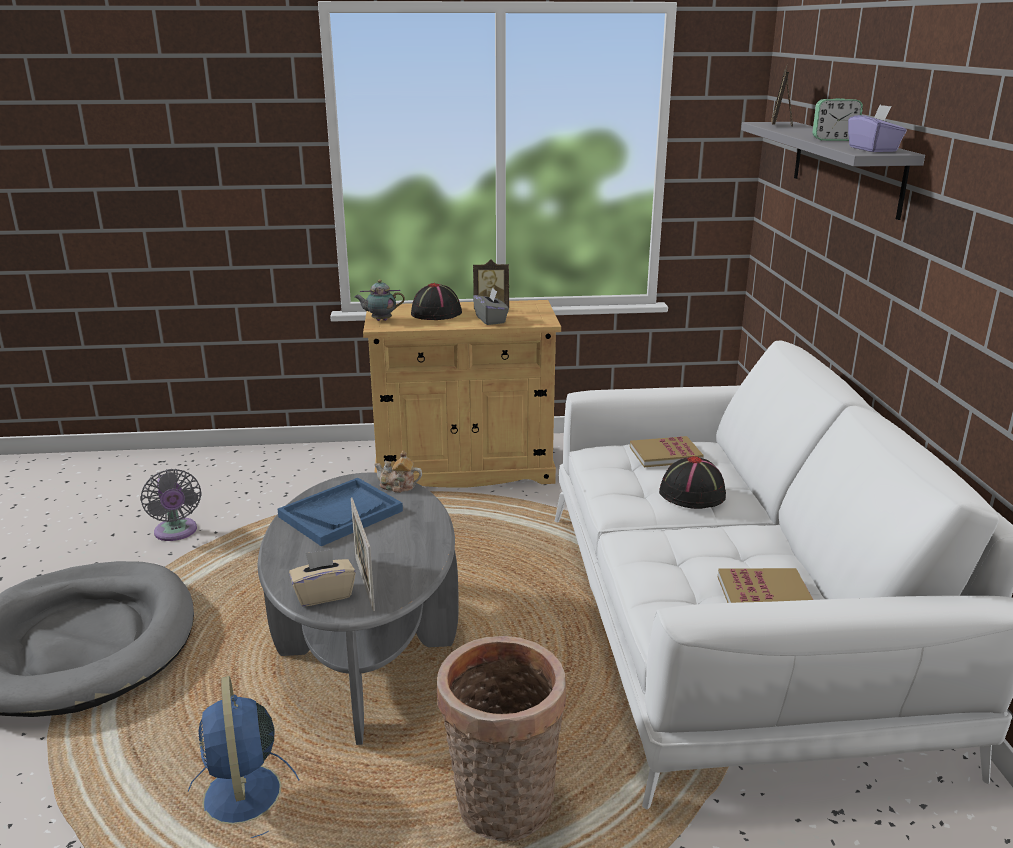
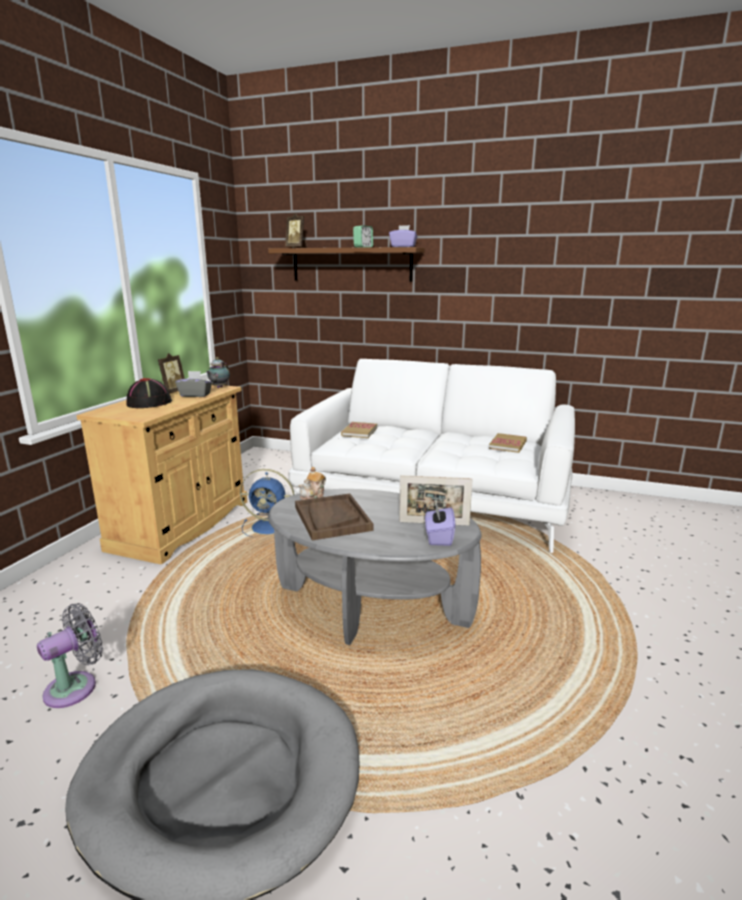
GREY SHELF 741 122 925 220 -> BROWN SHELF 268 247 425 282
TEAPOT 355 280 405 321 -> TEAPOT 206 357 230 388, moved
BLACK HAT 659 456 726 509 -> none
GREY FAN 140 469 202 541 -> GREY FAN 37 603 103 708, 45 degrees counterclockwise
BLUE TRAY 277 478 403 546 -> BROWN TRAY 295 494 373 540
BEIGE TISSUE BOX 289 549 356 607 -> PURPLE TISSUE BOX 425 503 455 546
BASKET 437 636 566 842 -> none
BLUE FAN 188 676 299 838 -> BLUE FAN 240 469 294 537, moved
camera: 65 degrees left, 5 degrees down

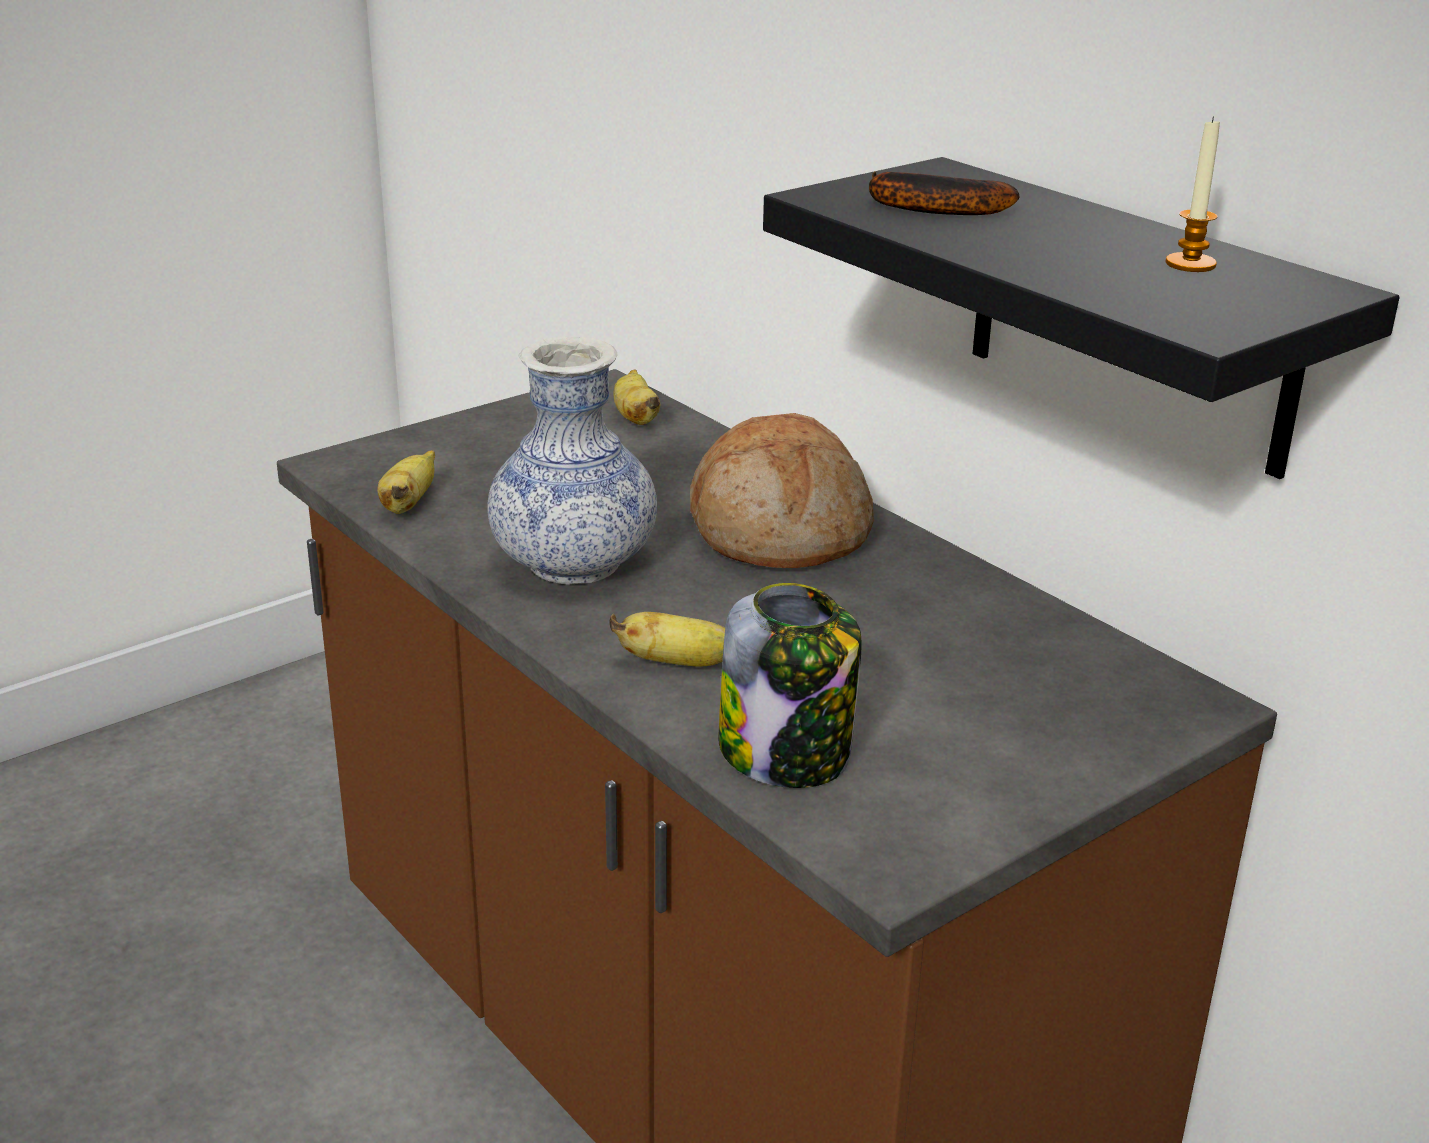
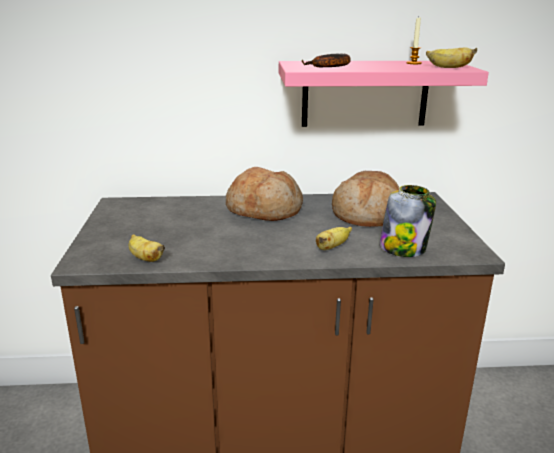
BLACK SHELF 763 157 1400 479 -> PINK SHELF 279 61 489 127
VASE 487 336 657 585 -> none
BANANA 613 369 660 425 -> BANANA 426 47 477 68, moved
none -> BREAD 332 171 400 227
camera: 55 degrees left, 5 degrees down

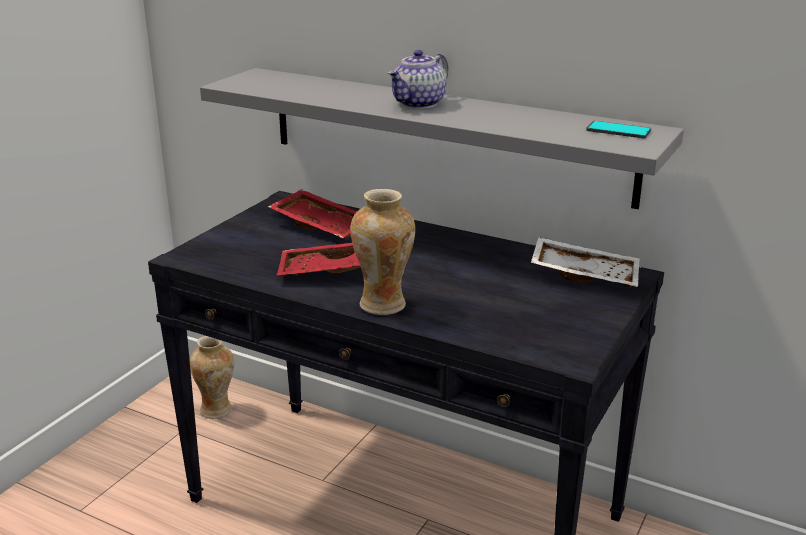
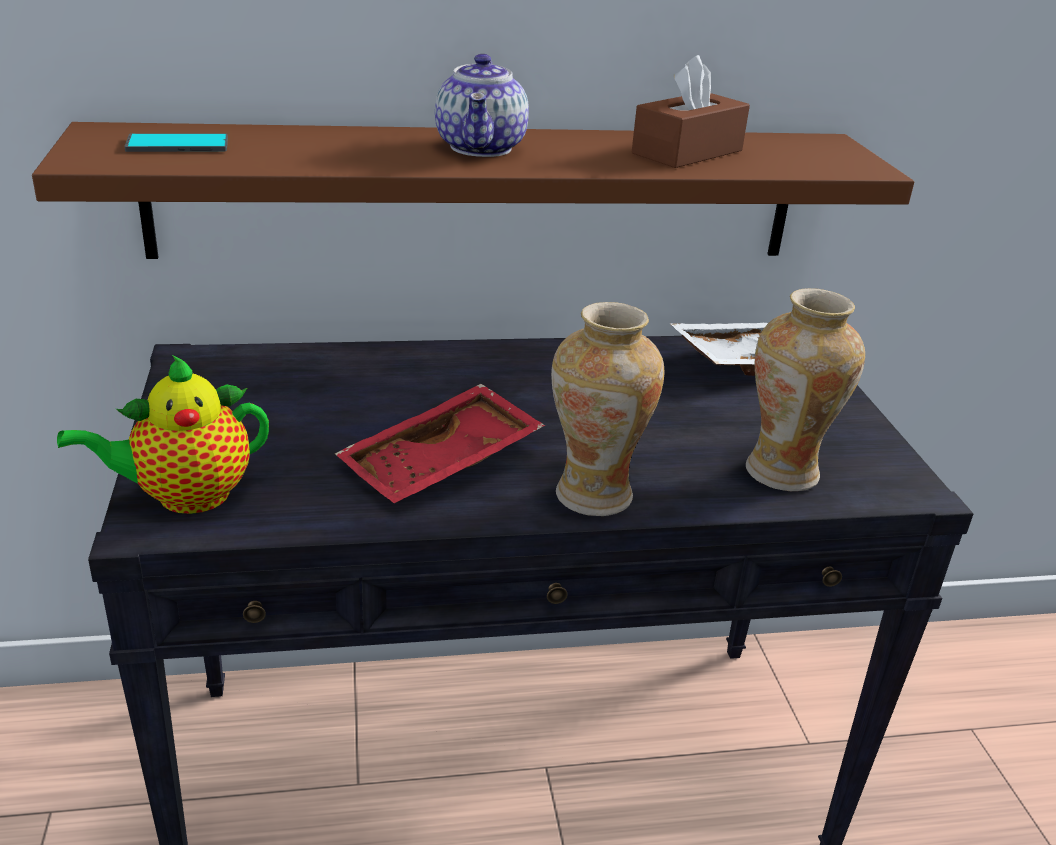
GREY SHELF 200 68 684 209 -> BROWN SHELF 32 122 914 259
PHONE 586 121 651 139 -> PHONE 124 133 228 152, moved
RED TRAY 268 189 357 239 -> none
VASE 190 336 234 419 -> VASE 746 288 865 491, moved
none -> BROWN TISSUE BOX 632 55 750 168
none -> TEAPOT 57 355 269 514
camera: 40 degrees left, 5 degrees up

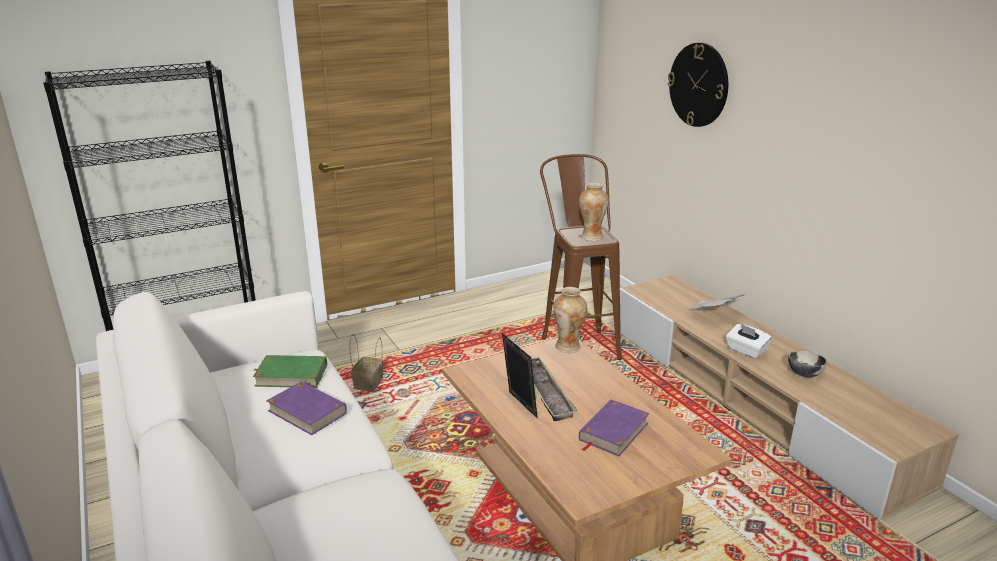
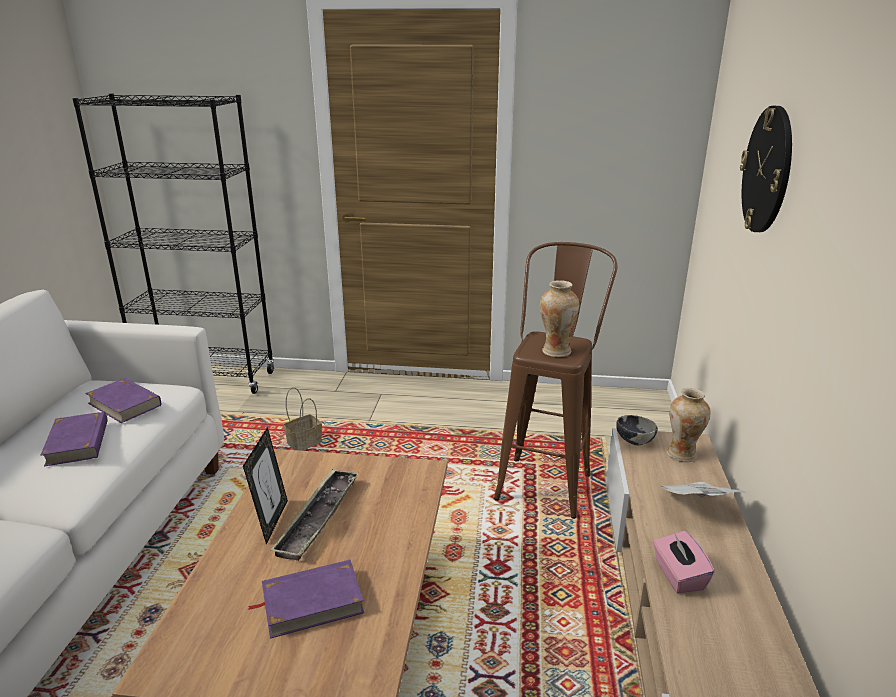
VASE 553 287 587 353 -> VASE 667 388 711 462, moved
WHITE TISSUE BOX 726 324 771 359 -> PINK TISSUE BOX 653 531 714 594
BOWL 788 351 827 378 -> BOWL 616 415 658 445, moved
GREEN BOOK 253 355 327 388 -> PURPLE BOOK 85 378 161 423
camera: 35 degrees right, 0 degrees up

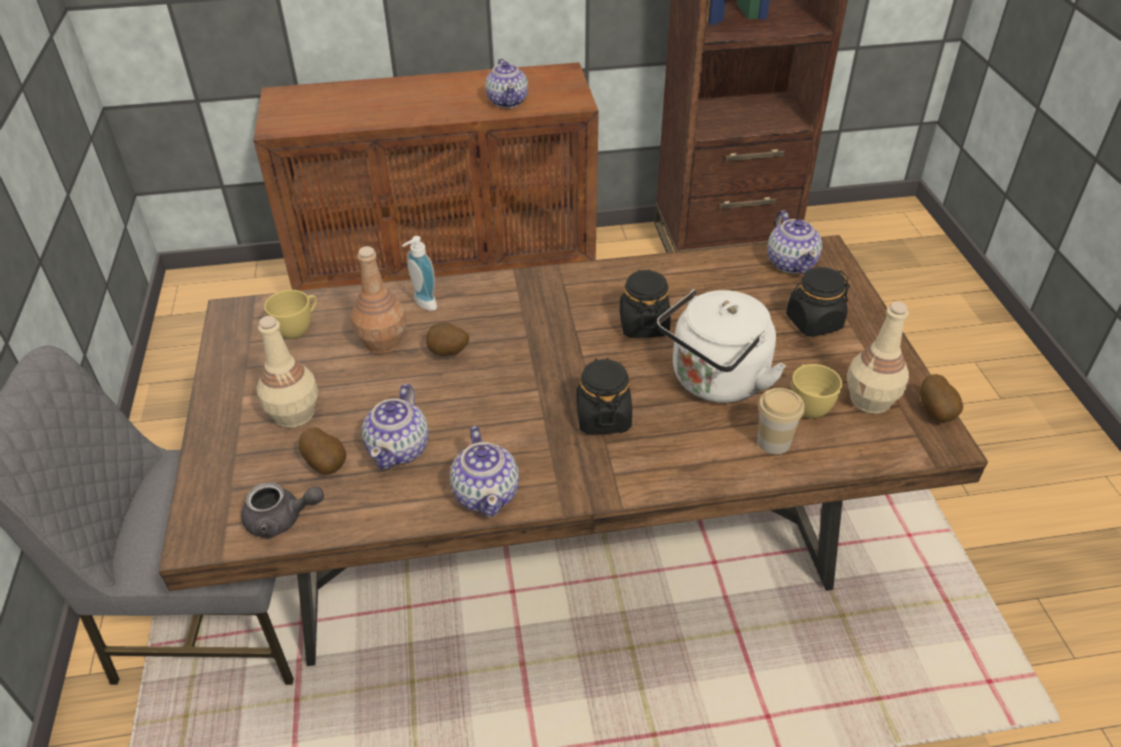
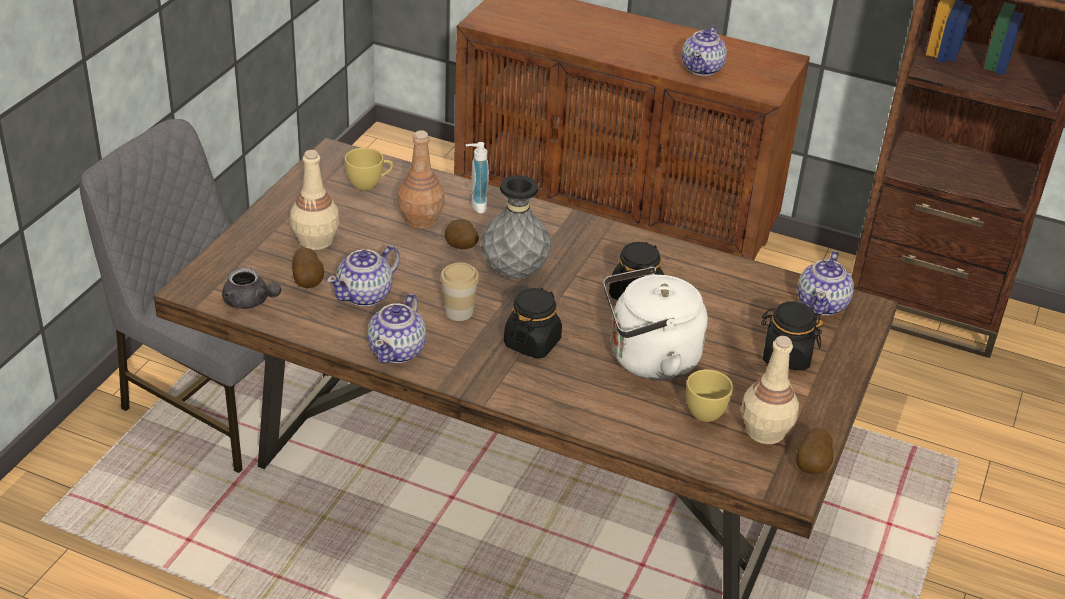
CUP 757 388 805 454 -> CUP 440 262 479 321, moved
none -> GREY VASE 481 175 551 279
camera: 30 degrees right, 5 degrees down

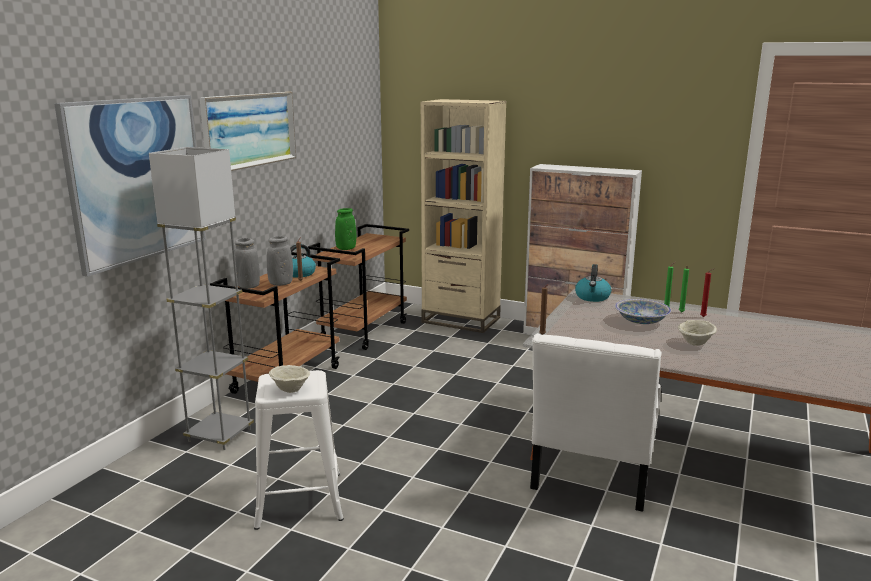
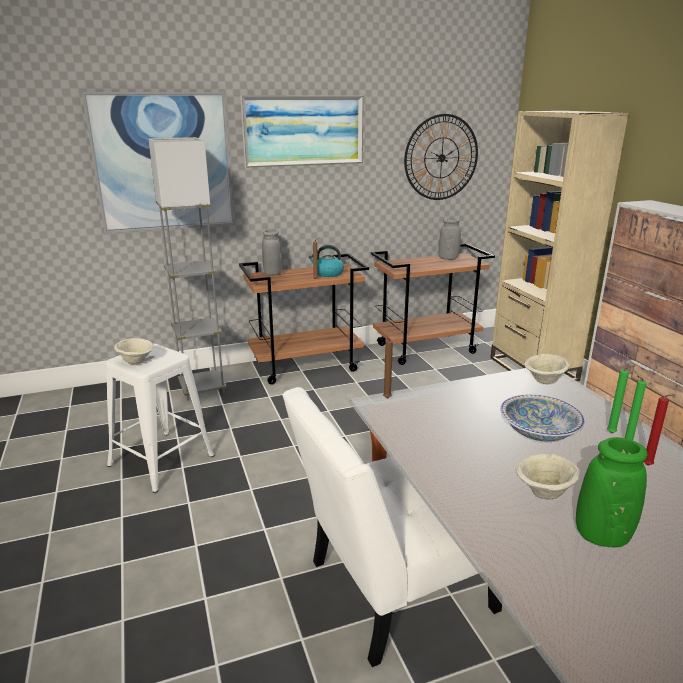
GREEN VASE 335 208 356 250 -> GREEN VASE 576 437 648 547, moved
GREY VASE 267 236 293 286 -> GREY VASE 438 218 461 260, moved
KETTLE 575 264 611 302 -> BEIGE BOWL 525 354 570 384
none -> WALL CLOCK 404 114 478 200
camera: 45 degrees right, 5 degrees up

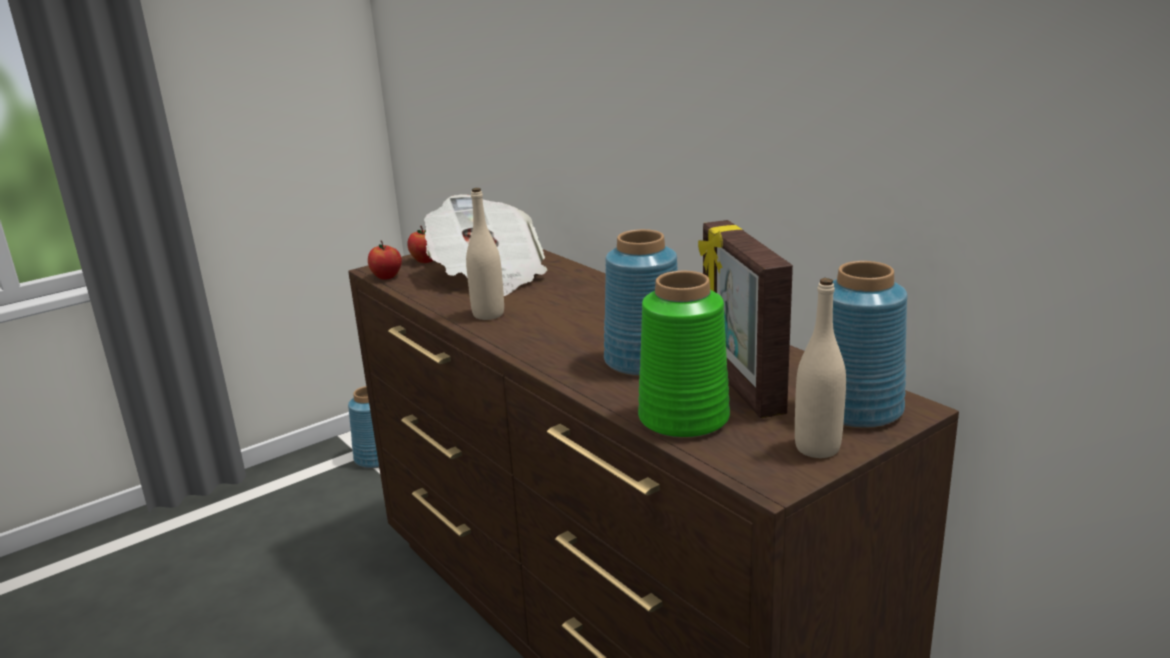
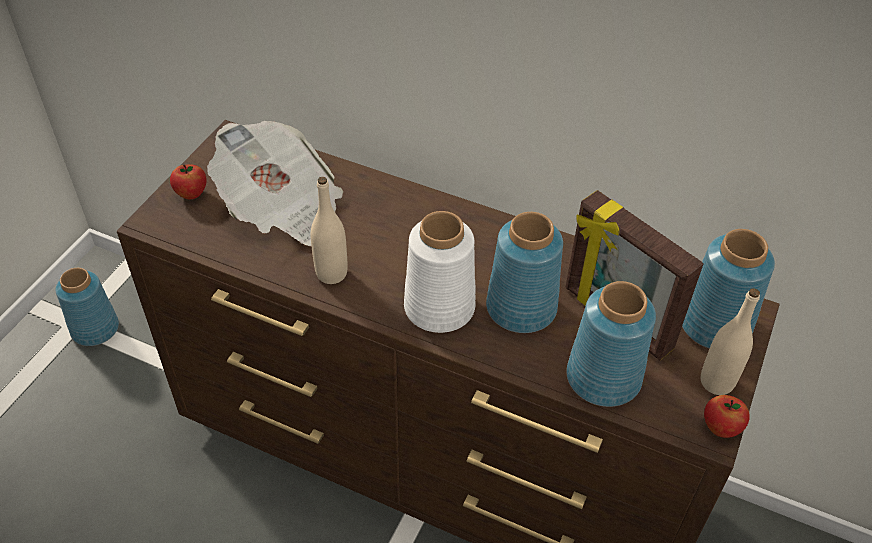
APPLE 368 240 402 280 -> APPLE 704 395 750 438, moved
GREEN VASE 638 271 730 438 -> BLUE VASE 566 281 656 407
none -> WHITE VASE 404 211 475 333
camera: 30 degrees left, 25 degrees up

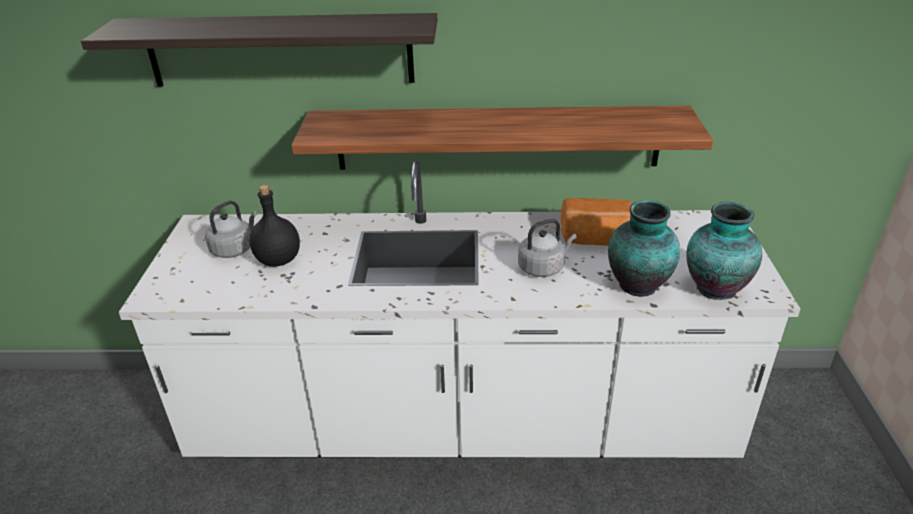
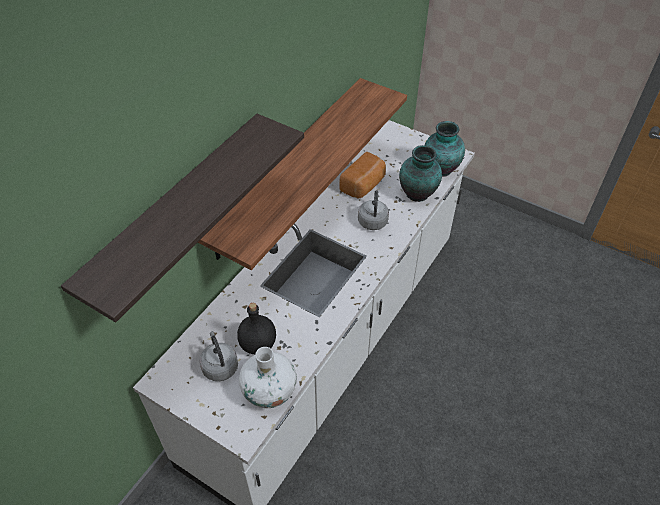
none -> WHITE VASE 239 347 297 408
camera: 60 degrees left, 15 degrees up

